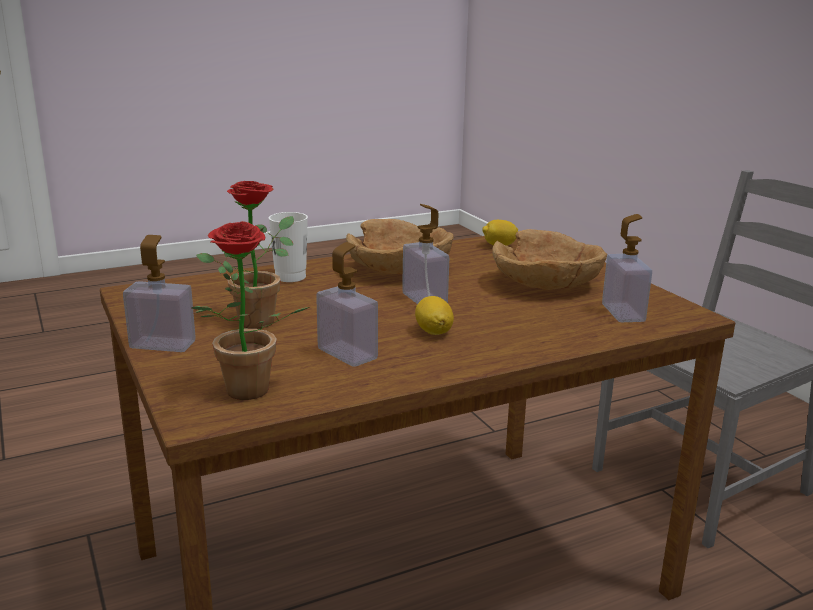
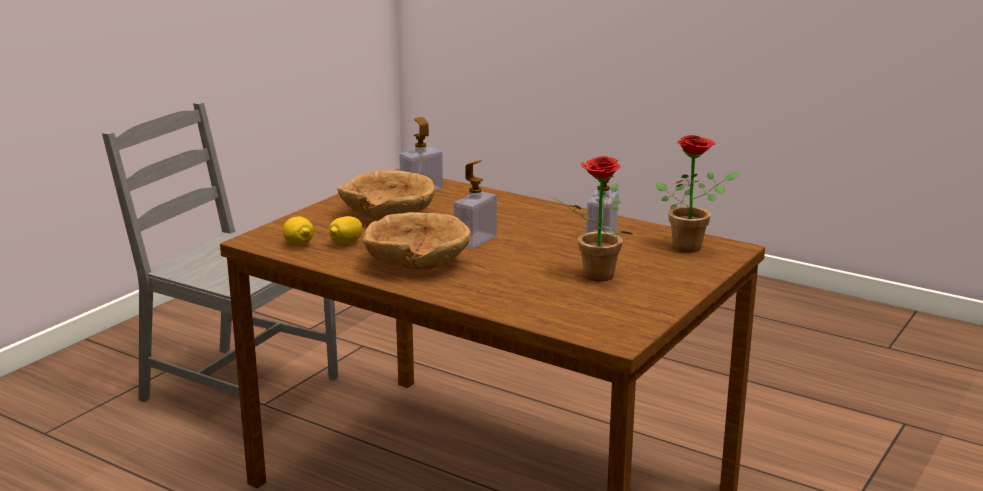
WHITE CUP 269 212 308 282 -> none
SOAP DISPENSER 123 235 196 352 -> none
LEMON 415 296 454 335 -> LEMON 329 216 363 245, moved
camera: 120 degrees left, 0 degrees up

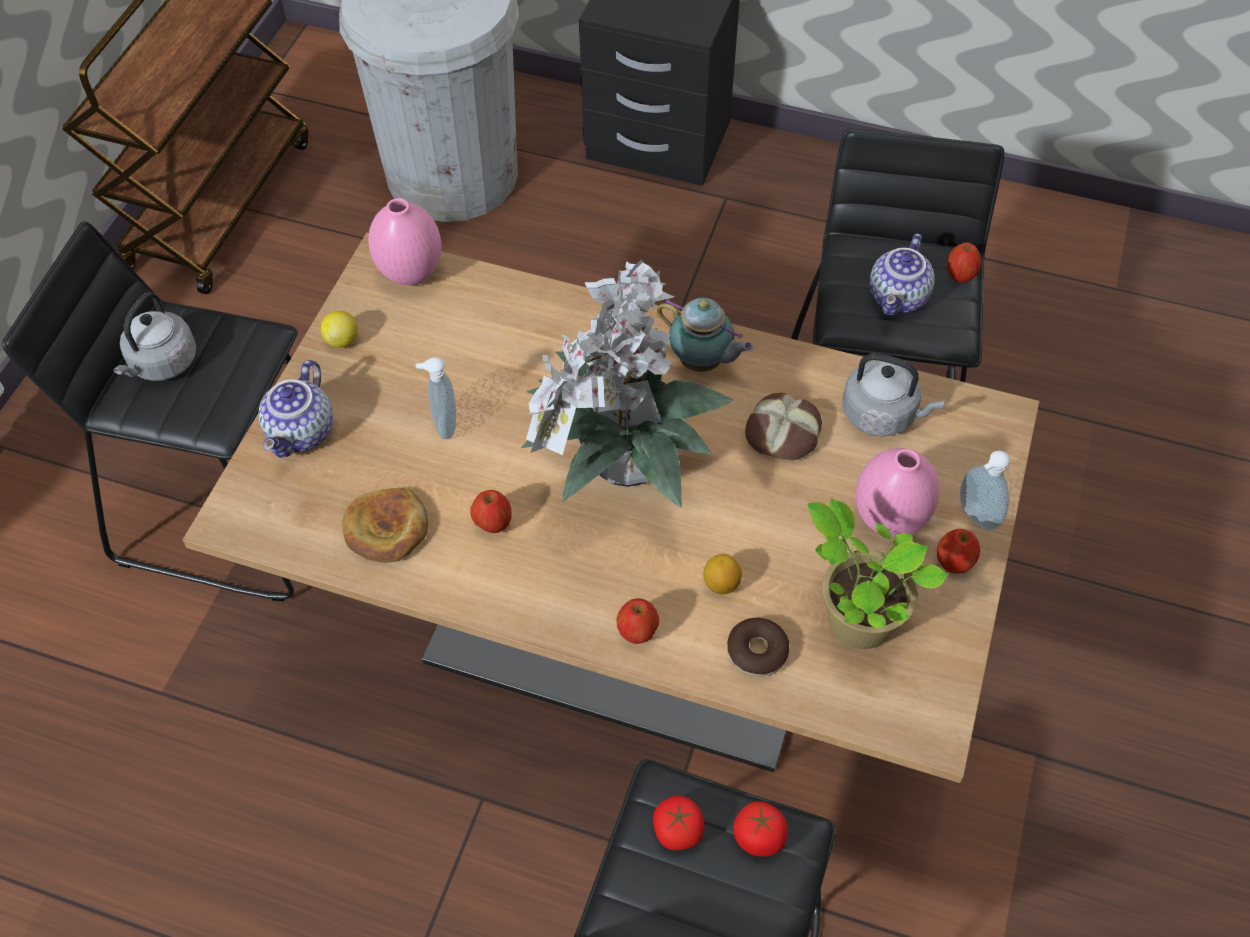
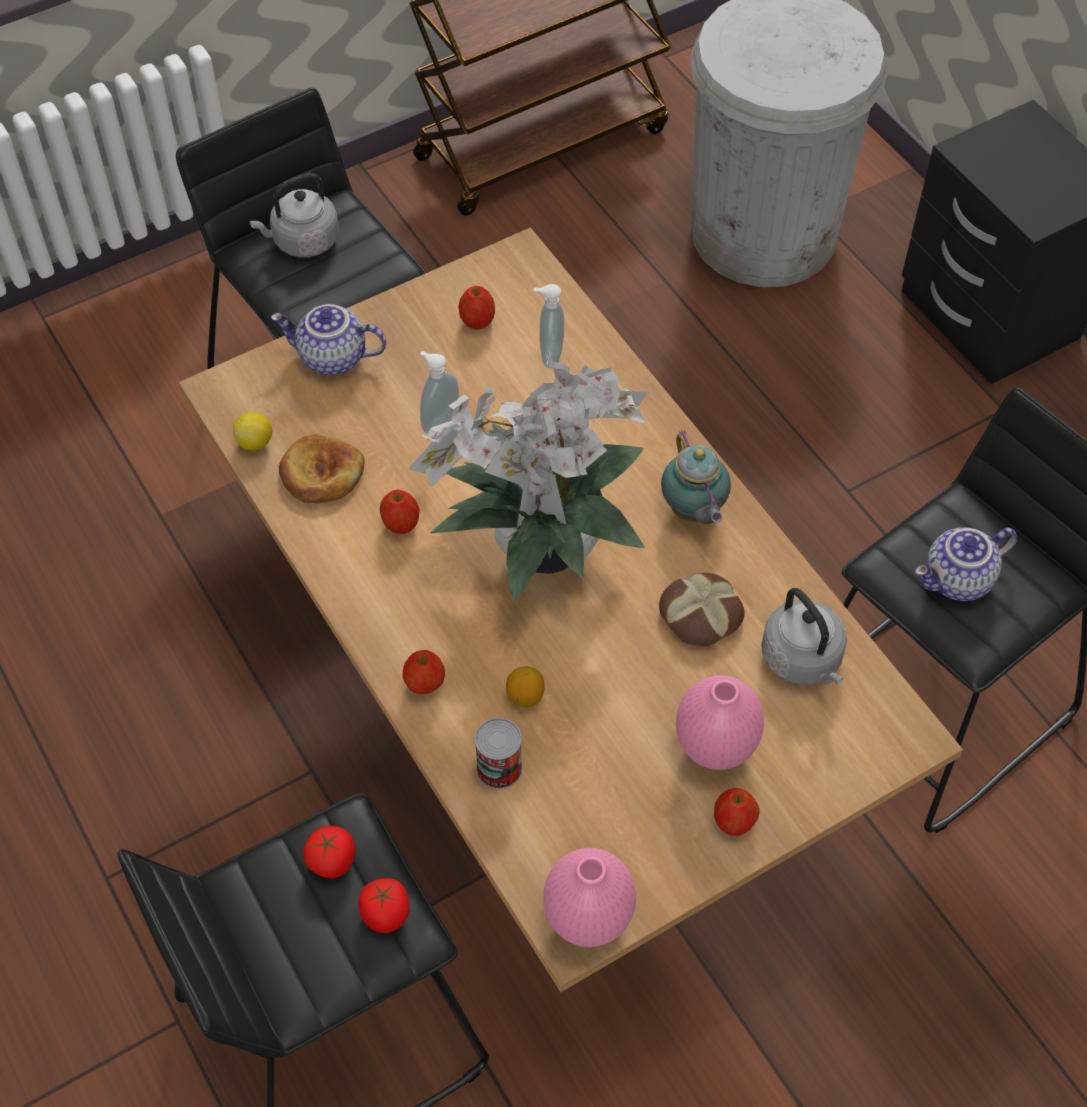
PINK VASE 368 198 442 285 -> PINK VASE 543 848 636 947, moved
APPLE 947 242 981 283 -> APPLE 459 286 495 330, moved
LEMON 321 311 358 348 -> LEMON 233 412 272 451, moved
TEAPOT 258 360 333 458 -> TEAPOT 271 304 386 375, 45 degrees clockwise
SOAP DISPENSER 960 450 1010 530 -> SOAP DISPENSER 534 284 564 368, moved
POTTED PLANT 808 498 948 649 -> none
DONUT 727 618 789 677 -> CAN 475 718 522 789
camera: 40 degrees right, 0 degrees up

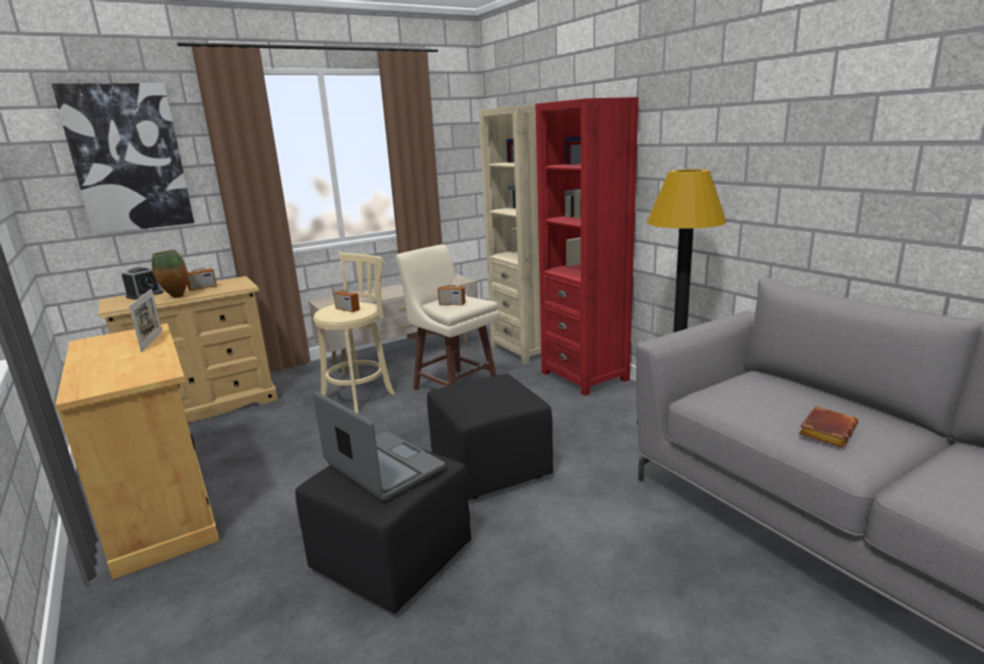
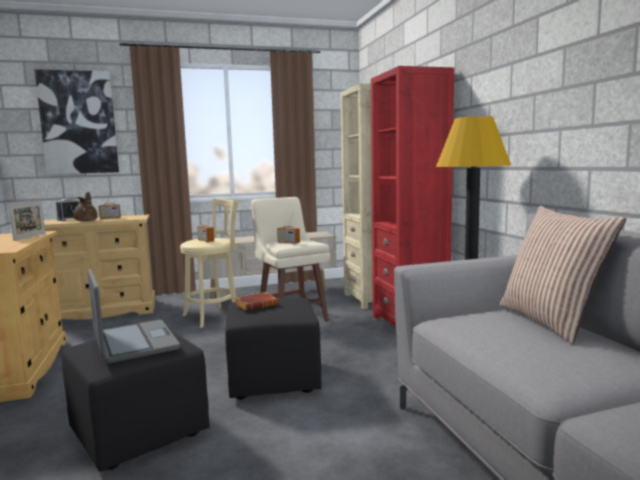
VASE 152 250 188 298 -> BROWN TEAPOT 73 192 97 221
BROWN BOOK 799 406 858 448 -> BROWN BOOK 235 292 278 311, moved
none -> PILLOW 500 206 626 345
camera: 15 degrees right, 10 degrees down

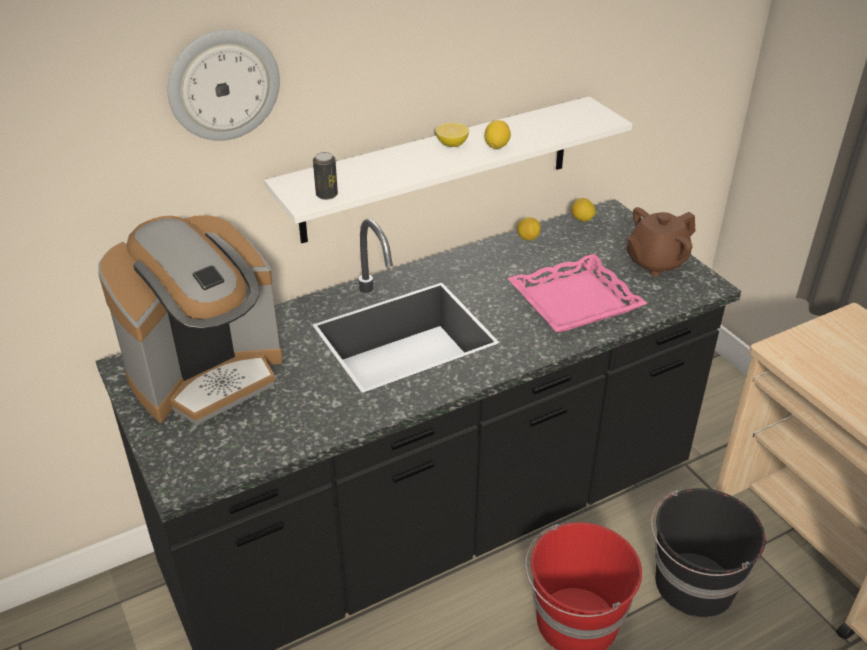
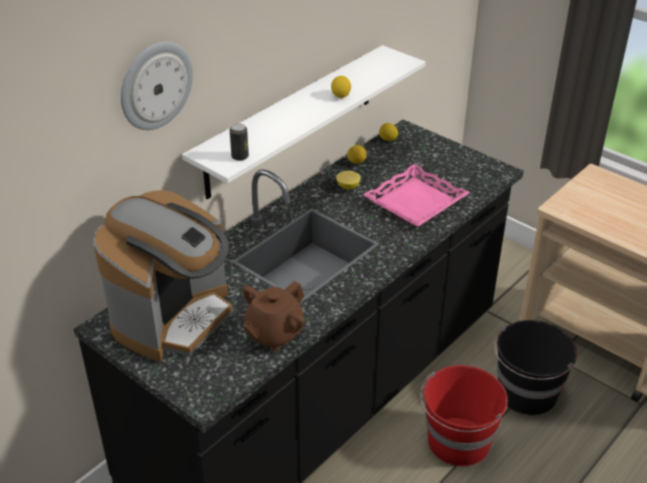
LEMON 435 123 469 147 -> LEMON 336 171 361 189, moved
BROWN TEAPOT 626 207 695 276 -> BROWN TEAPOT 243 281 305 350, moved
camera: 20 degrees left, 0 degrees up

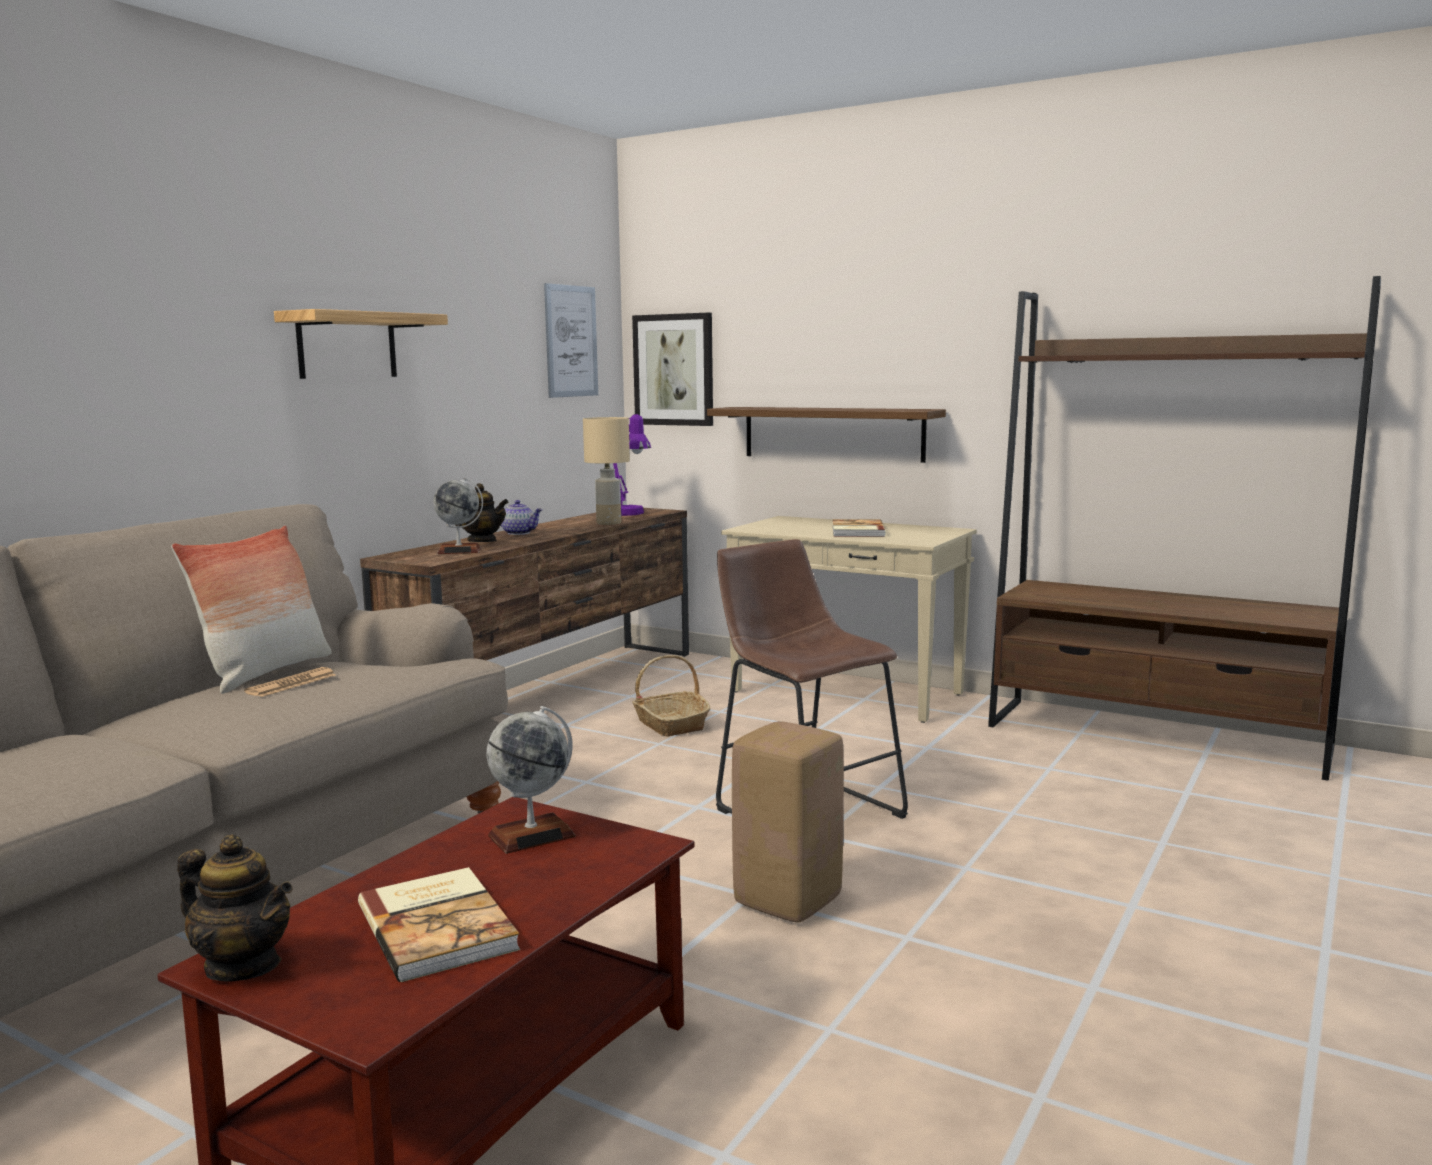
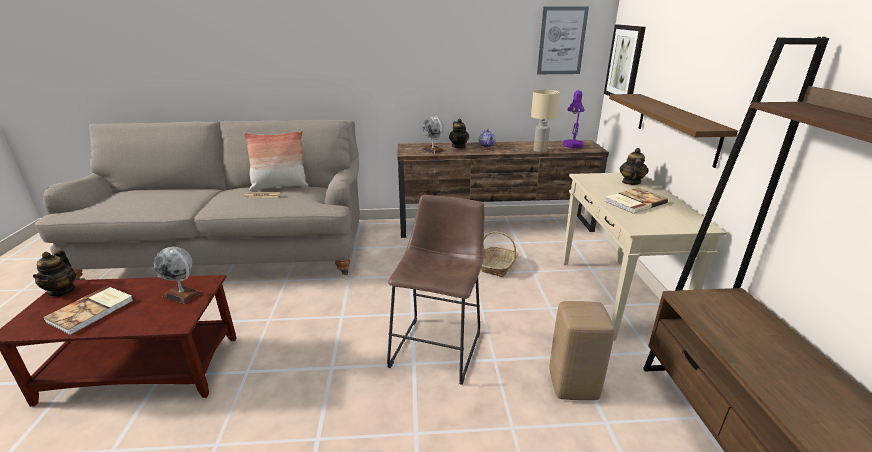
SHELF 274 309 448 379 -> none
BEIGE STOOL 732 721 844 922 -> BEIGE STOOL 549 301 615 400, moved
none -> TEAPOT 620 148 649 185
camera: 55 degrees right, 15 degrees up

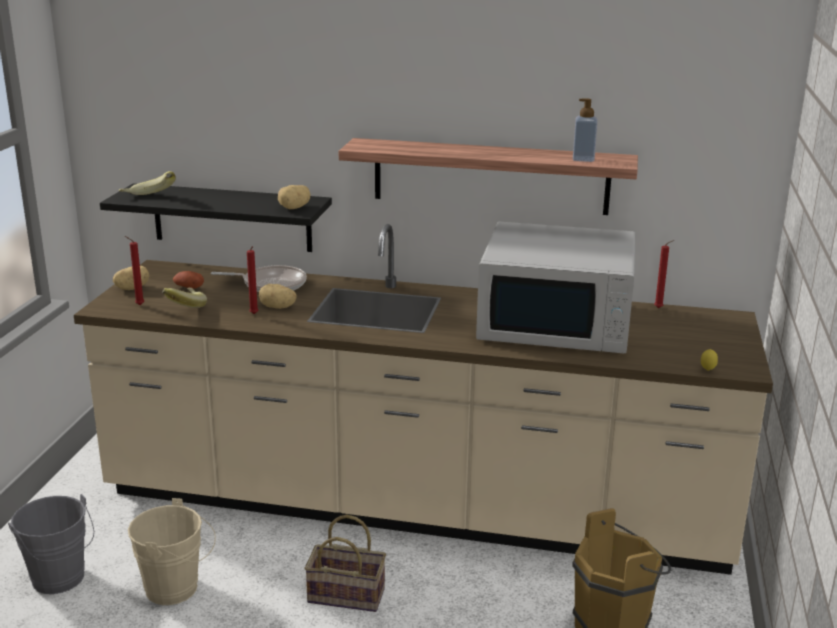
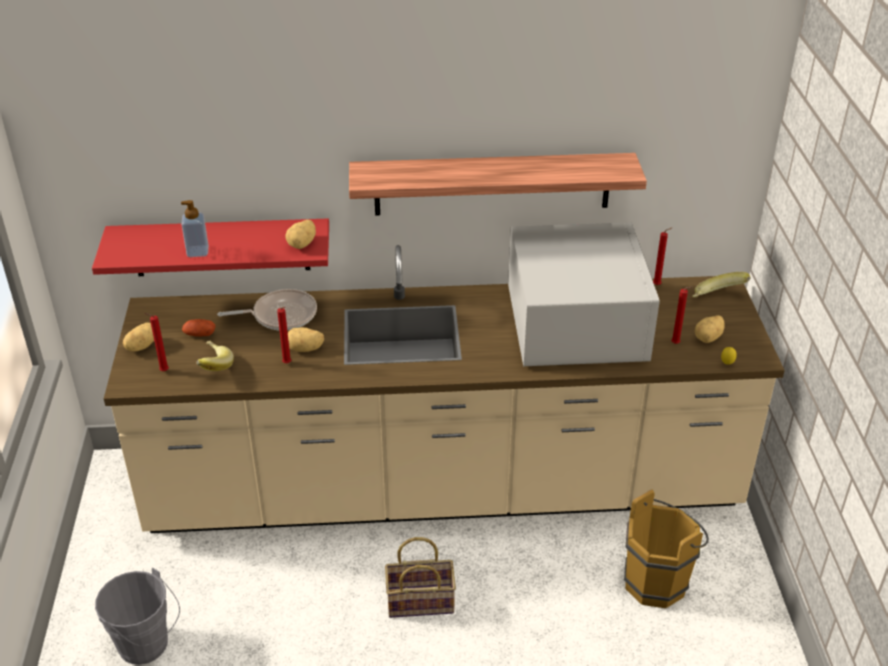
SOAP DISPENSER 573 99 598 162 -> SOAP DISPENSER 181 200 209 257, moved
BANANA 119 171 176 195 -> BANANA 692 272 751 298, moved
BLACK SHELF 100 183 332 252 -> RED SHELF 92 218 329 276
WHITE MICROWAVE 476 222 635 353 -> WHITE MICROWAVE 508 222 660 366, 90 degrees counterclockwise
BEIGE BUCKET 128 498 216 605 -> none
none -> RED CANDLE 671 287 692 344
none -> POTATO 694 315 725 343
camera: 15 degrees left, 15 degrees up

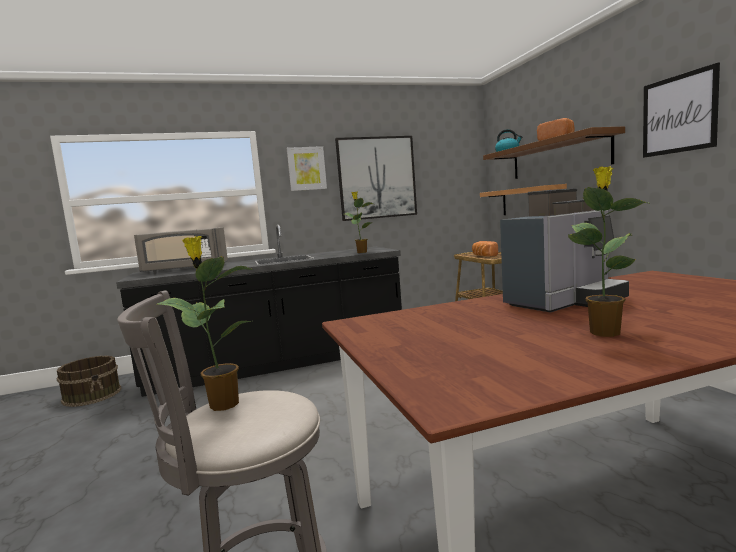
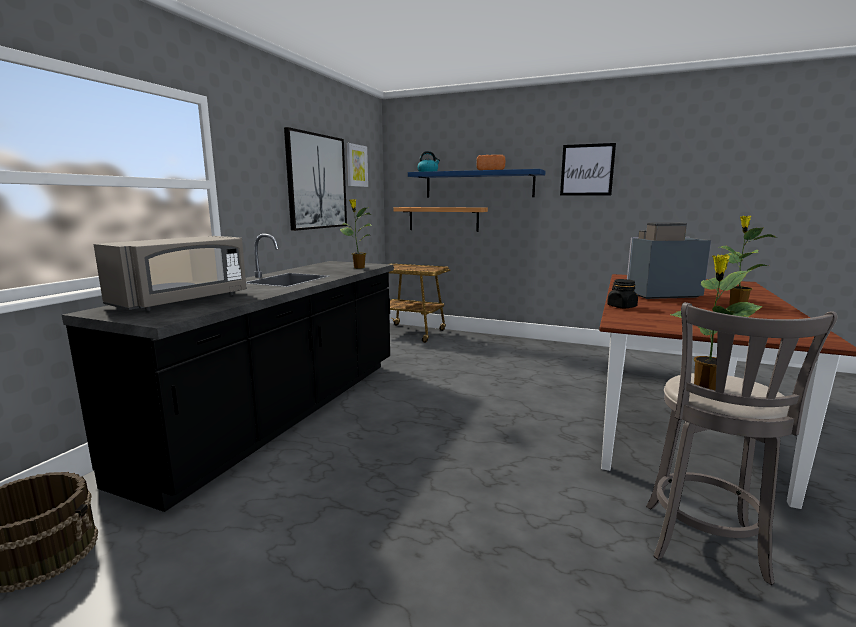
BROWN SHELF 483 126 625 179 -> BLUE SHELF 408 169 546 197
PICTURE 287 146 327 191 -> PICTURE 347 143 368 187, moved
COFFEE MACHINE 500 188 629 313 -> COFFEE MACHINE 627 222 711 299, 105 degrees counterclockwise
BREAD 472 241 498 256 -> none
none -> BLACK JAR 607 279 638 308
camera: 50 degrees left, 5 degrees up

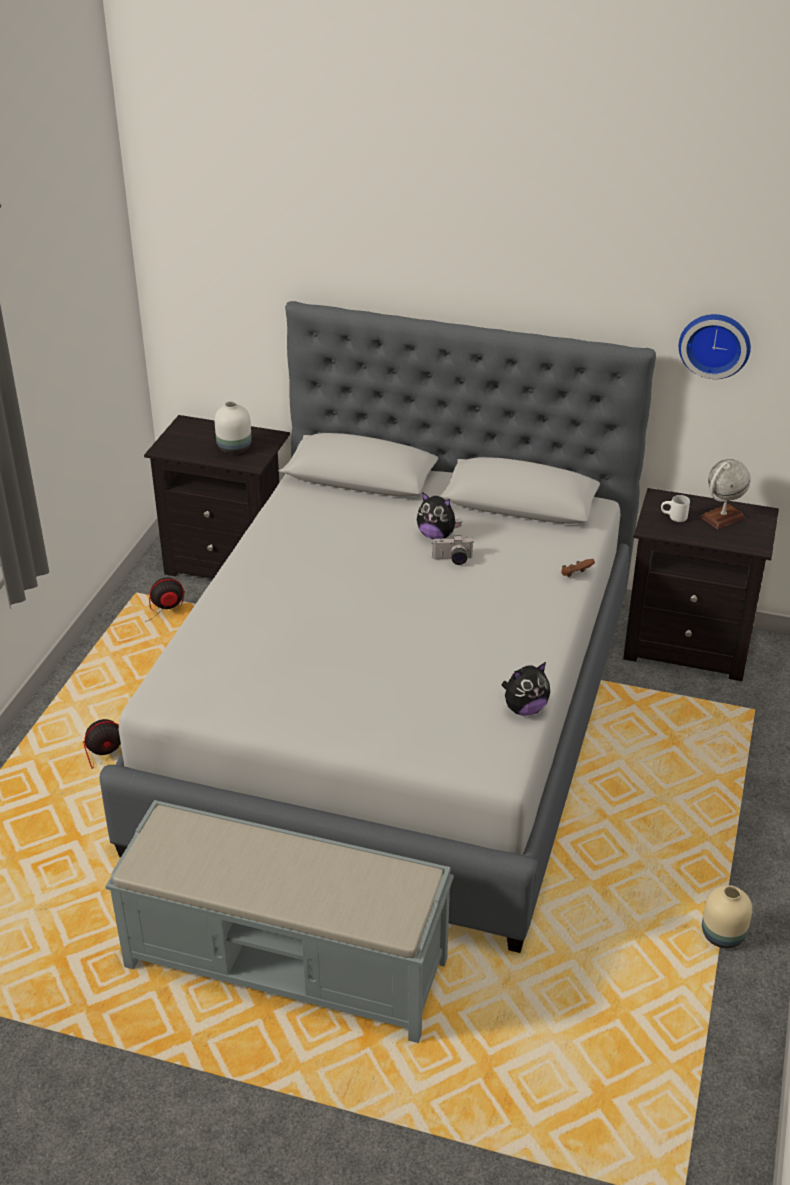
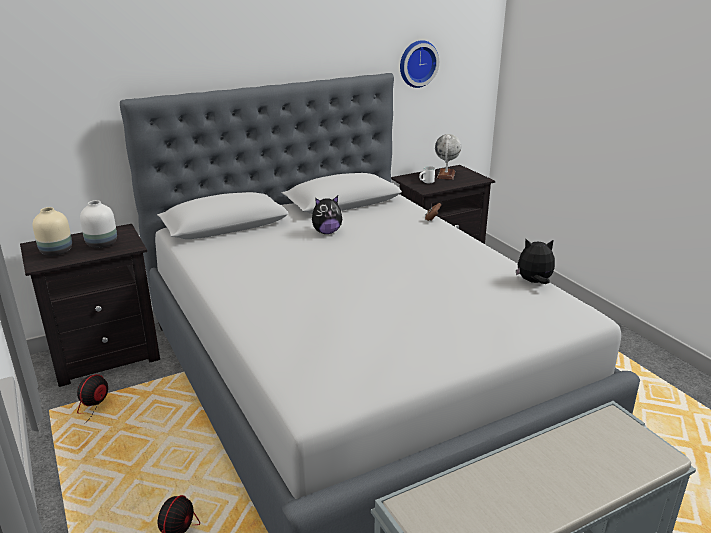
PHOTO CAMERA 432 535 473 565 -> none
PLUSH TOY 502 662 550 716 -> PLUSH TOY 516 239 555 284, 105 degrees counterclockwise
BEIGE VASE 702 886 752 948 -> BEIGE VASE 33 207 72 256, moved
camera: 45 degrees left, 10 degrees down

